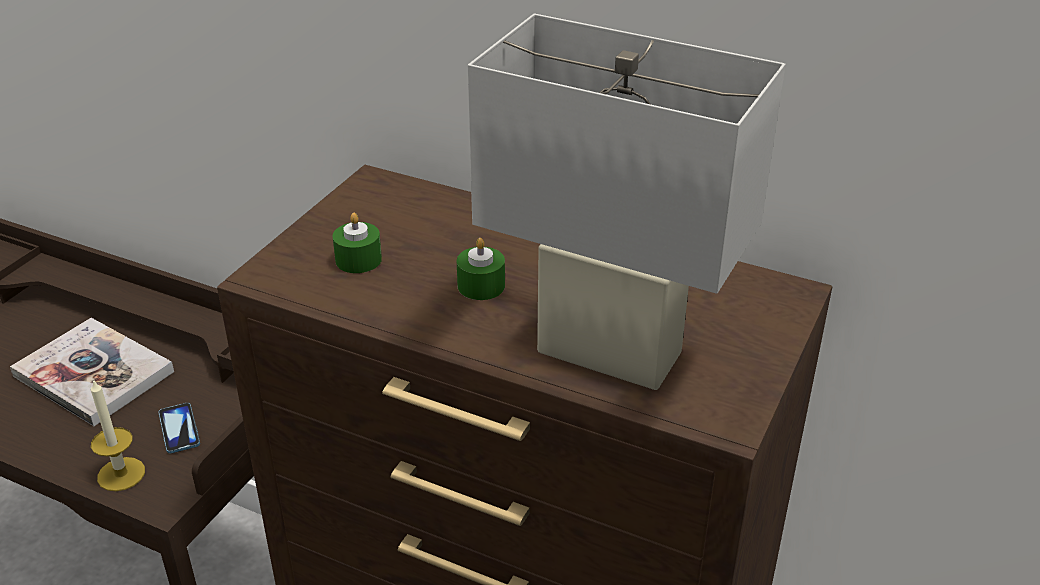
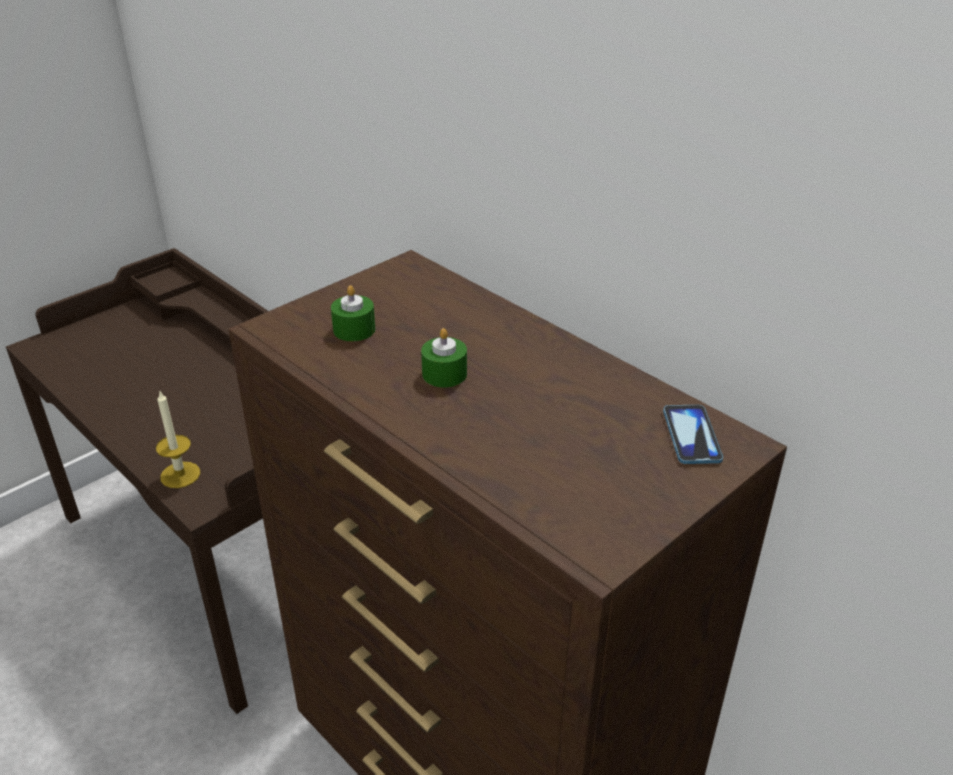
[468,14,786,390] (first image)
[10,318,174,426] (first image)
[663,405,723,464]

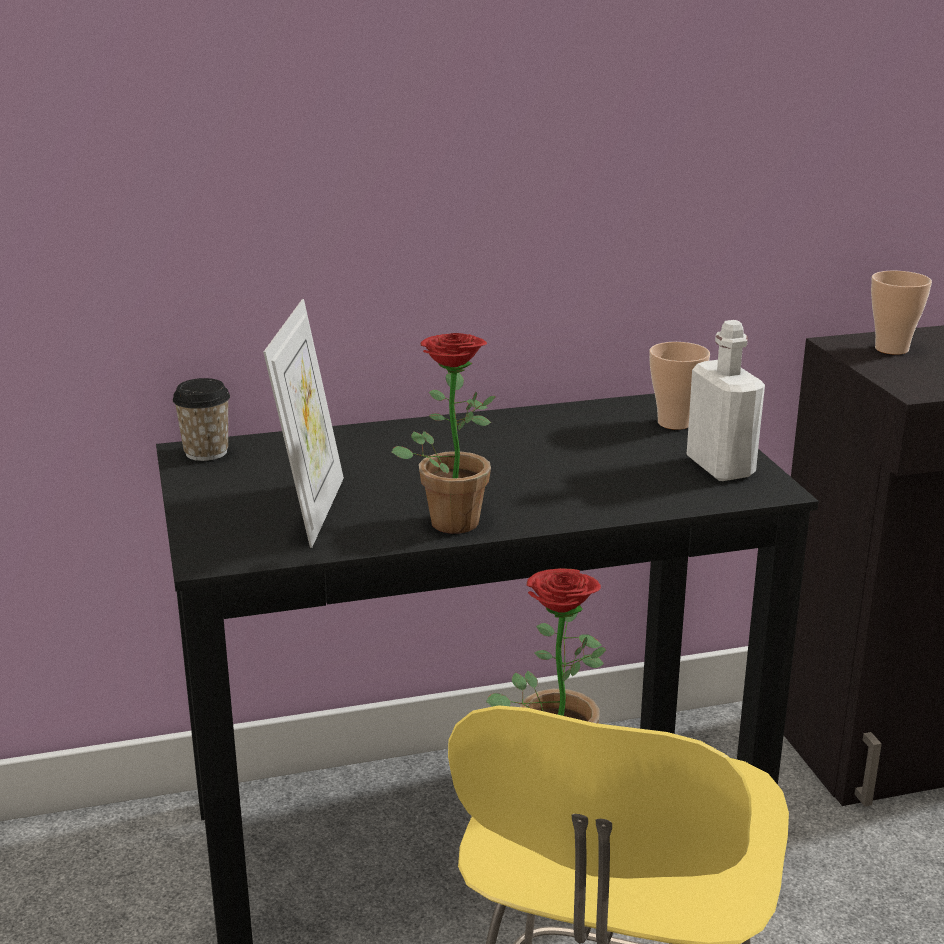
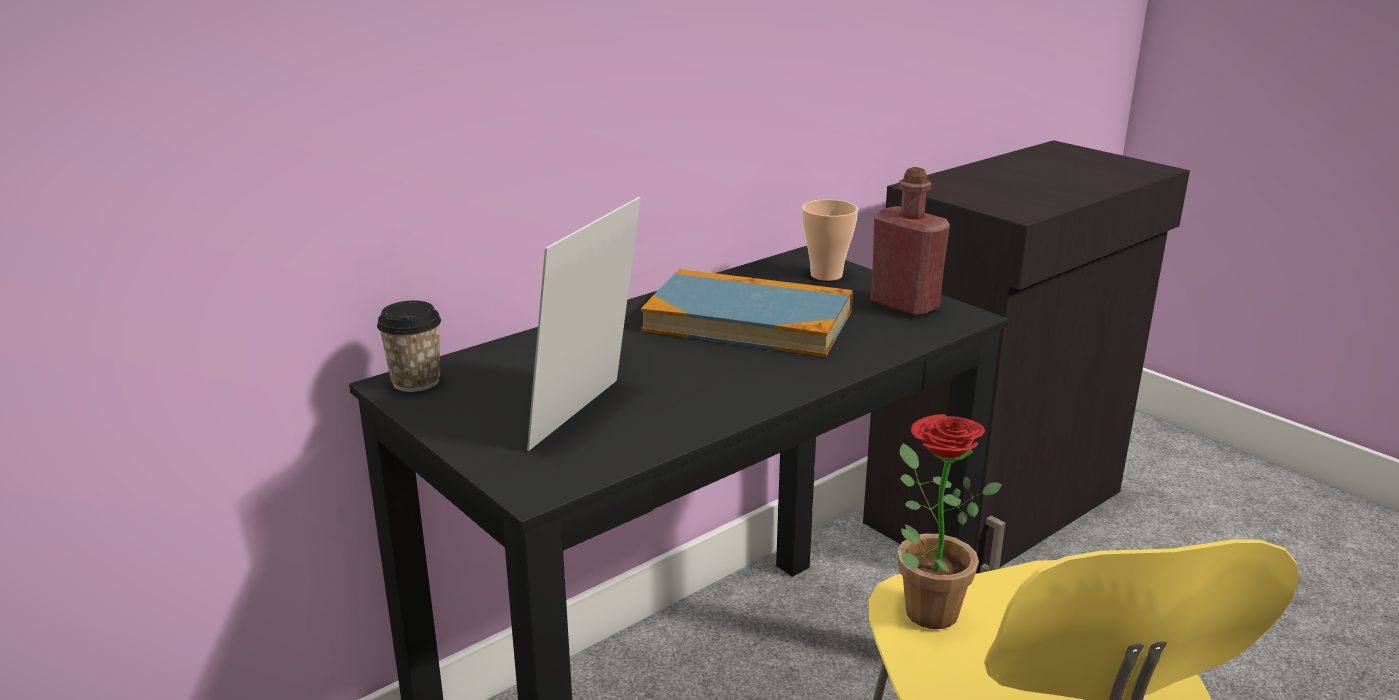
[871,271,932,355] (first image)
[527,197,641,451]
[871,167,950,317]
[392,333,496,534] (first image)
[641,269,853,357]

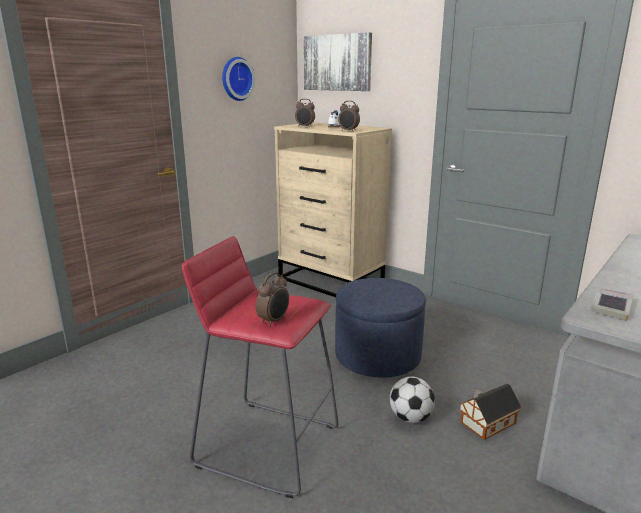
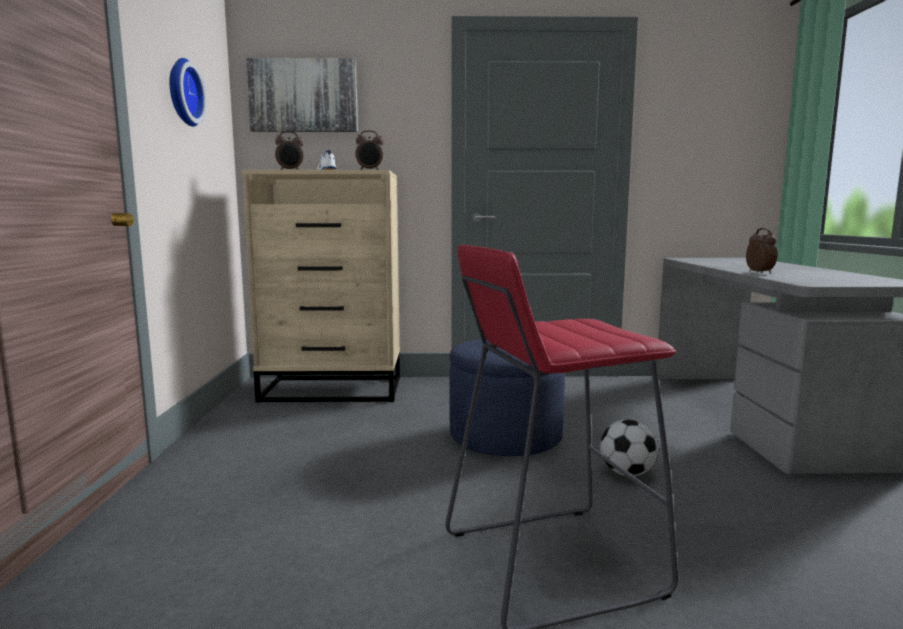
[746,228,778,274]
[590,288,634,321] (first image)
[459,383,522,440] (first image)

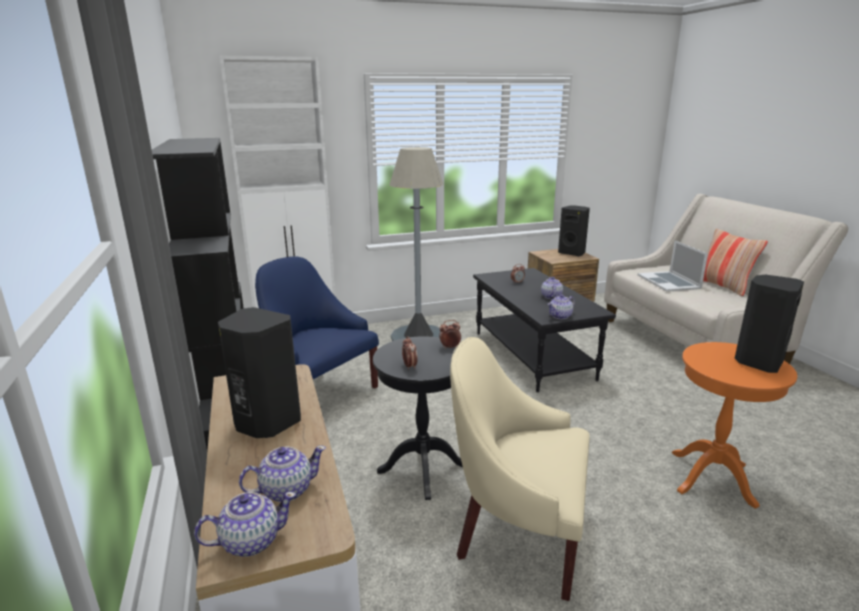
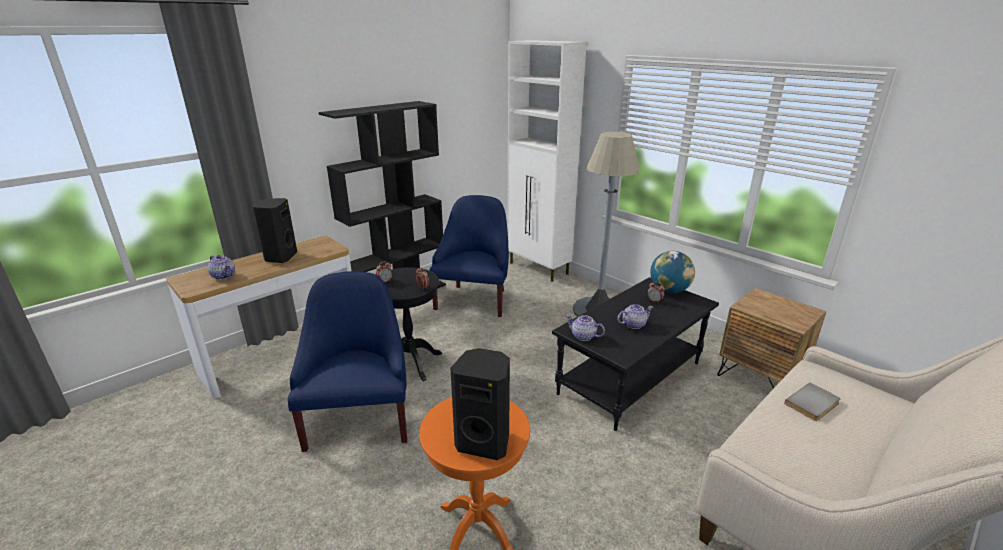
[558,206,590,256] (first image)
[703,229,768,296] (first image)
[784,383,841,421]
[287,271,407,452]
[194,492,296,557] (first image)
[650,251,695,293]

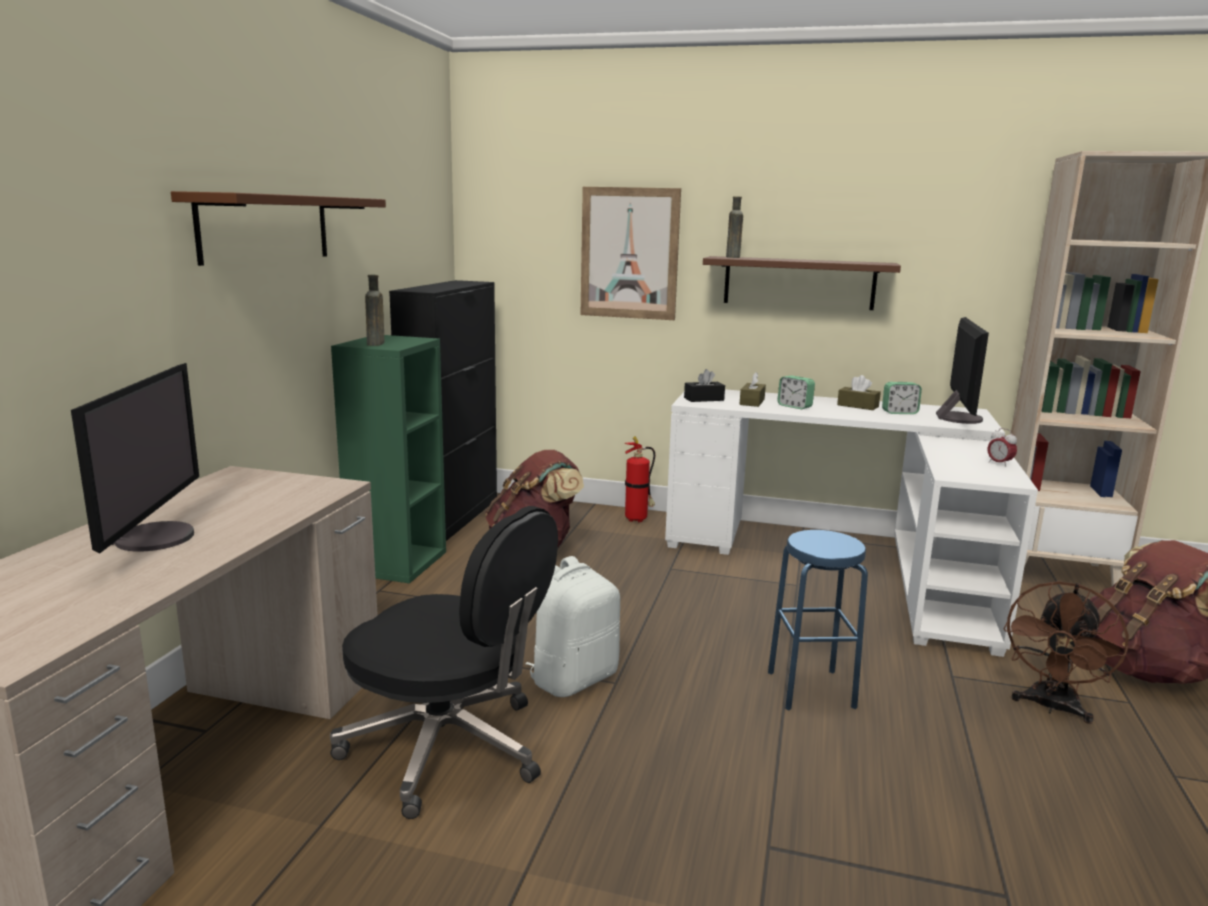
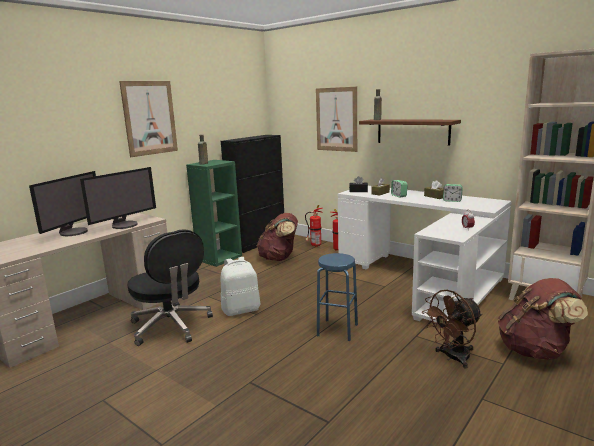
[119,81,178,157]
[80,167,156,229]
[305,205,323,247]

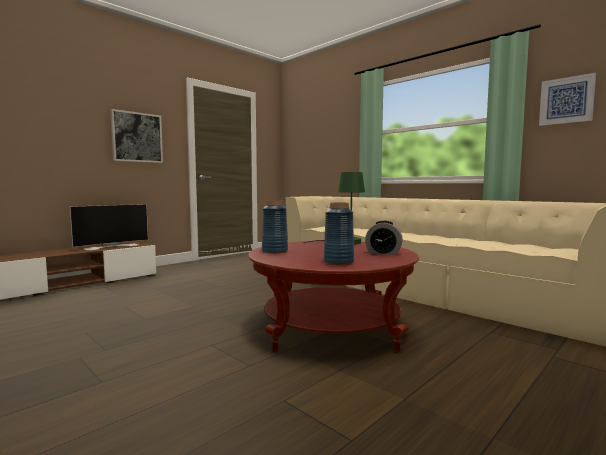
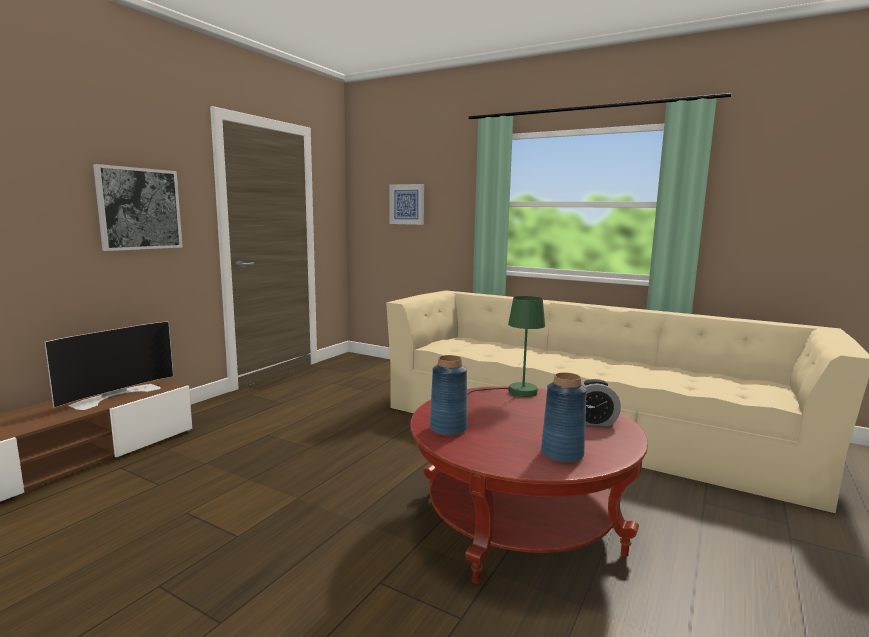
[389,184,424,225]

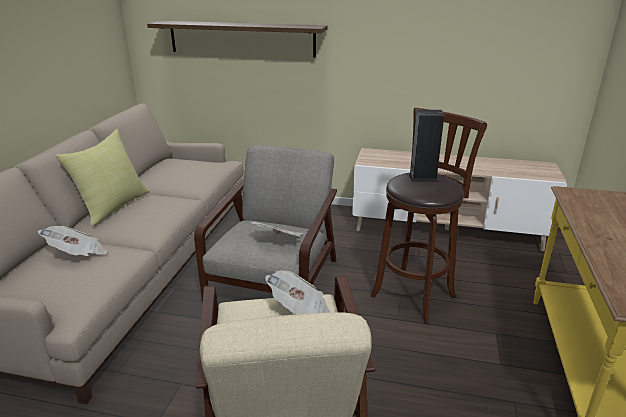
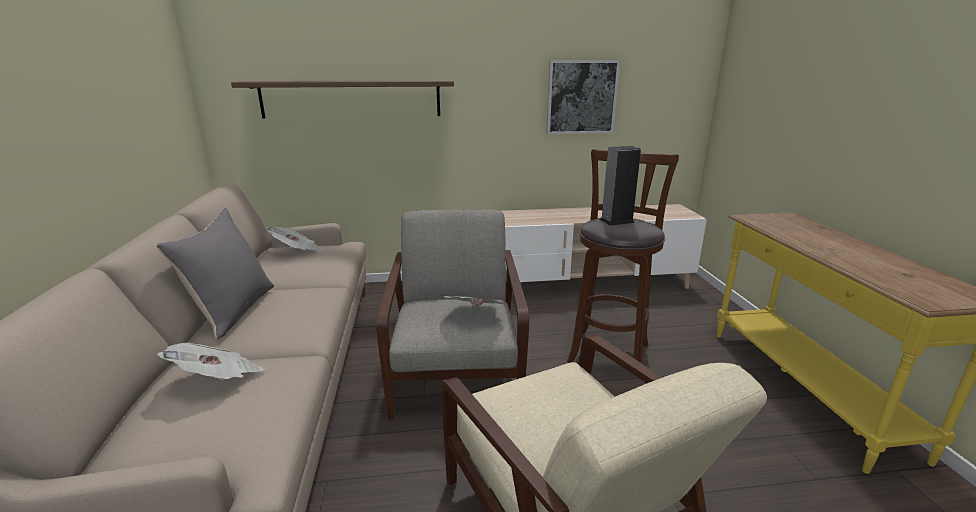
[156,208,274,339]
[265,227,322,252]
[546,60,620,134]

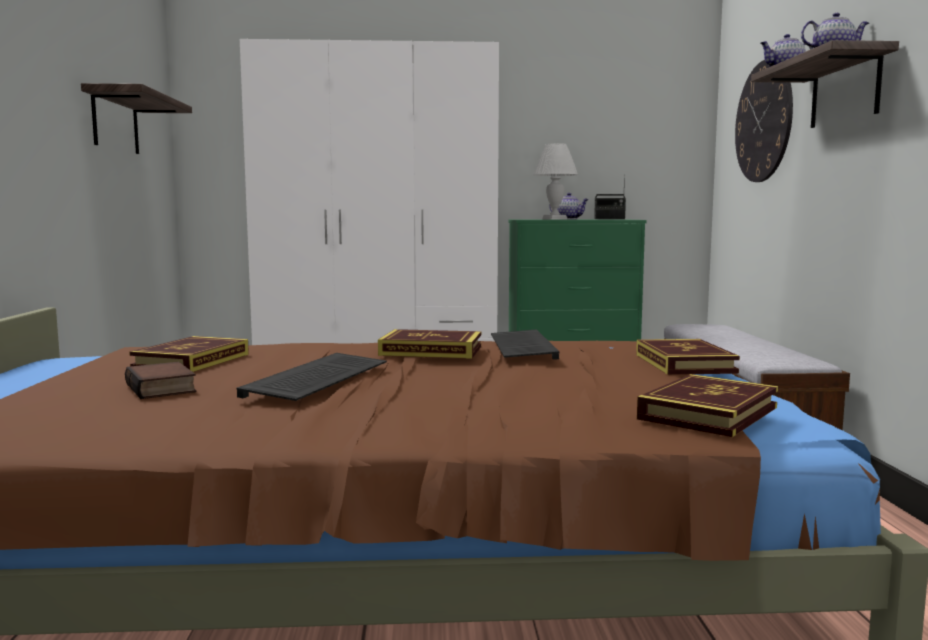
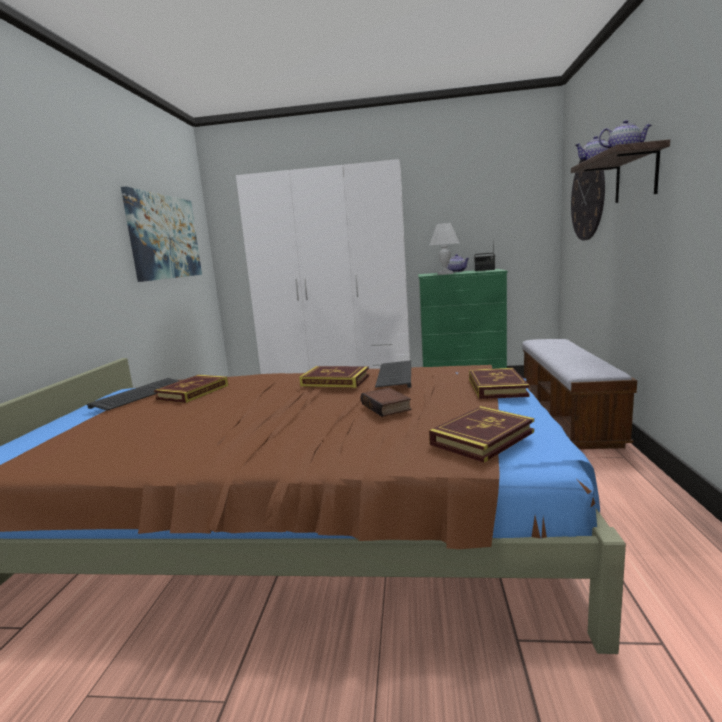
[121,187,202,282]
[87,378,180,411]
[361,388,412,417]

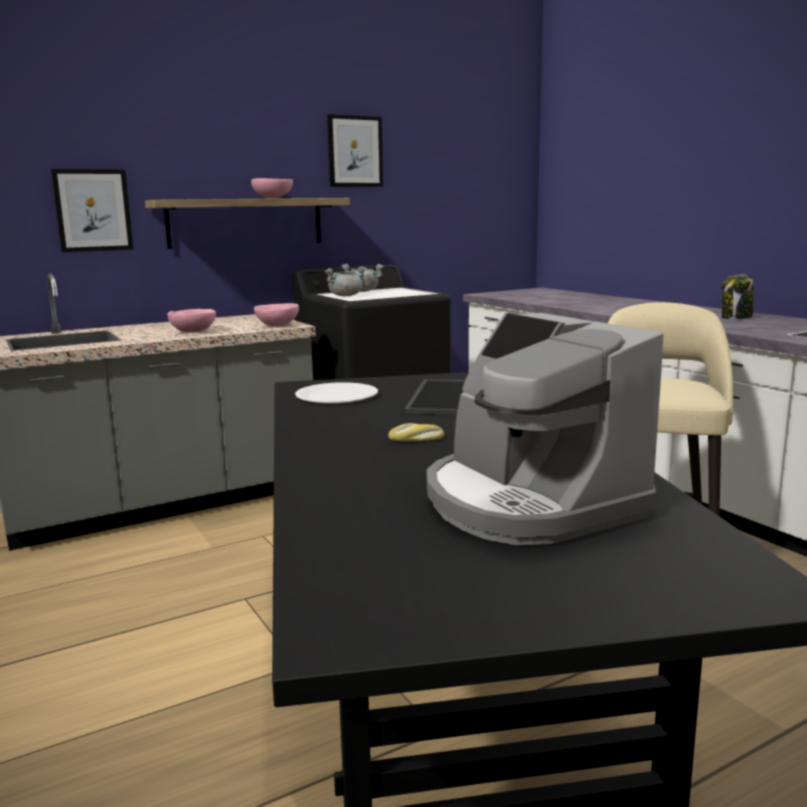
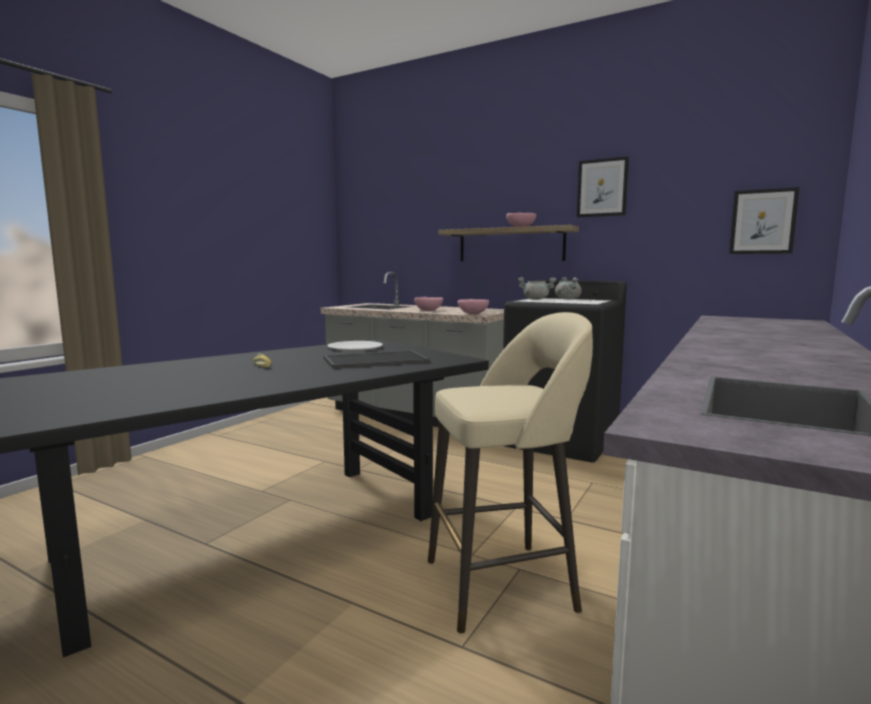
[729,187,800,254]
[722,275,753,320] (first image)
[427,313,663,545] (first image)

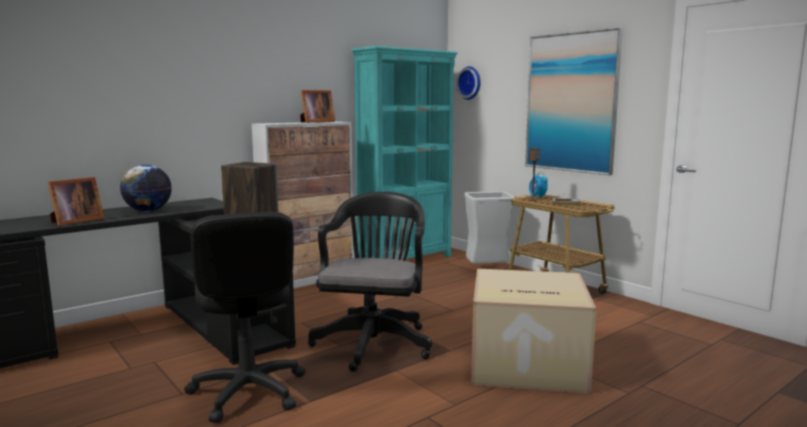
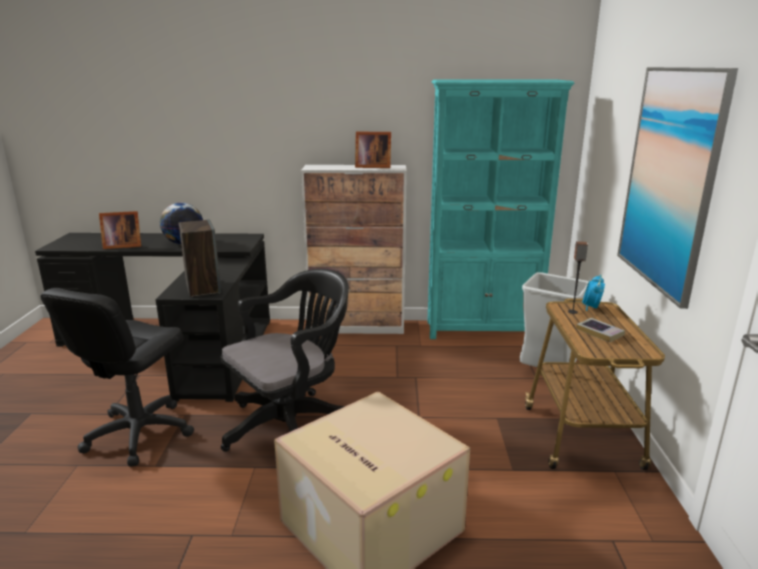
[456,66,481,100] (first image)

